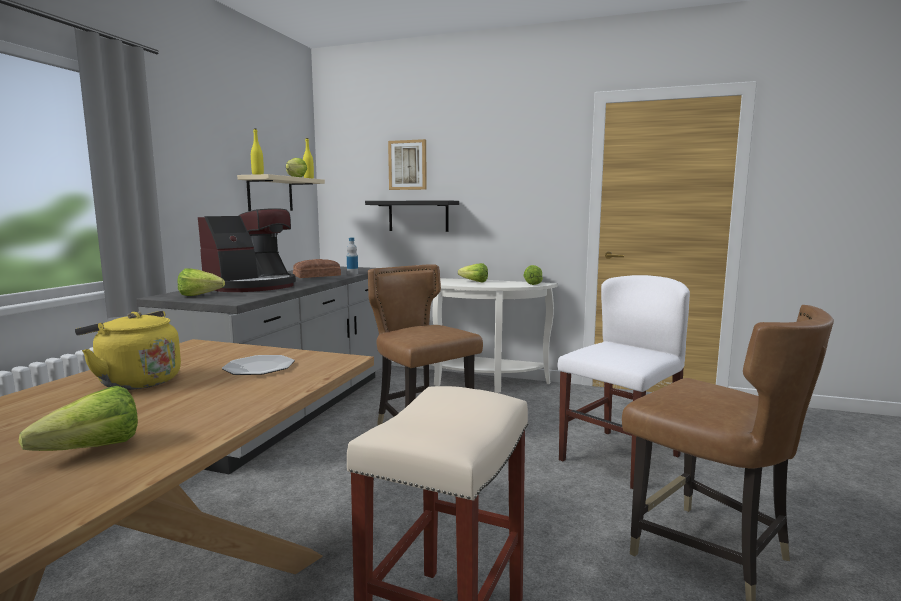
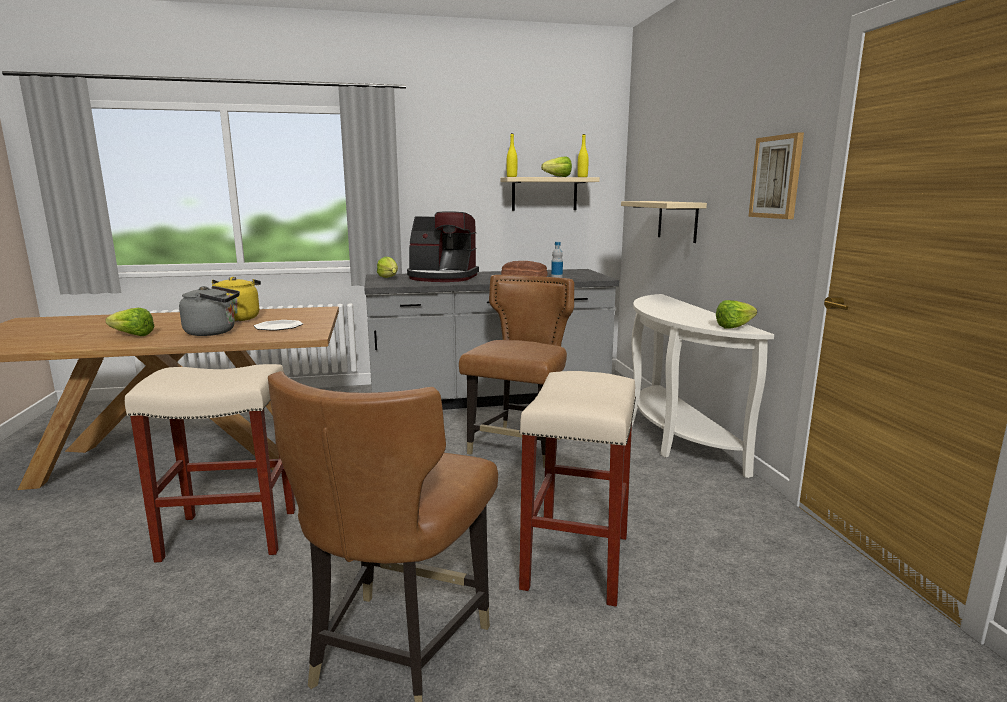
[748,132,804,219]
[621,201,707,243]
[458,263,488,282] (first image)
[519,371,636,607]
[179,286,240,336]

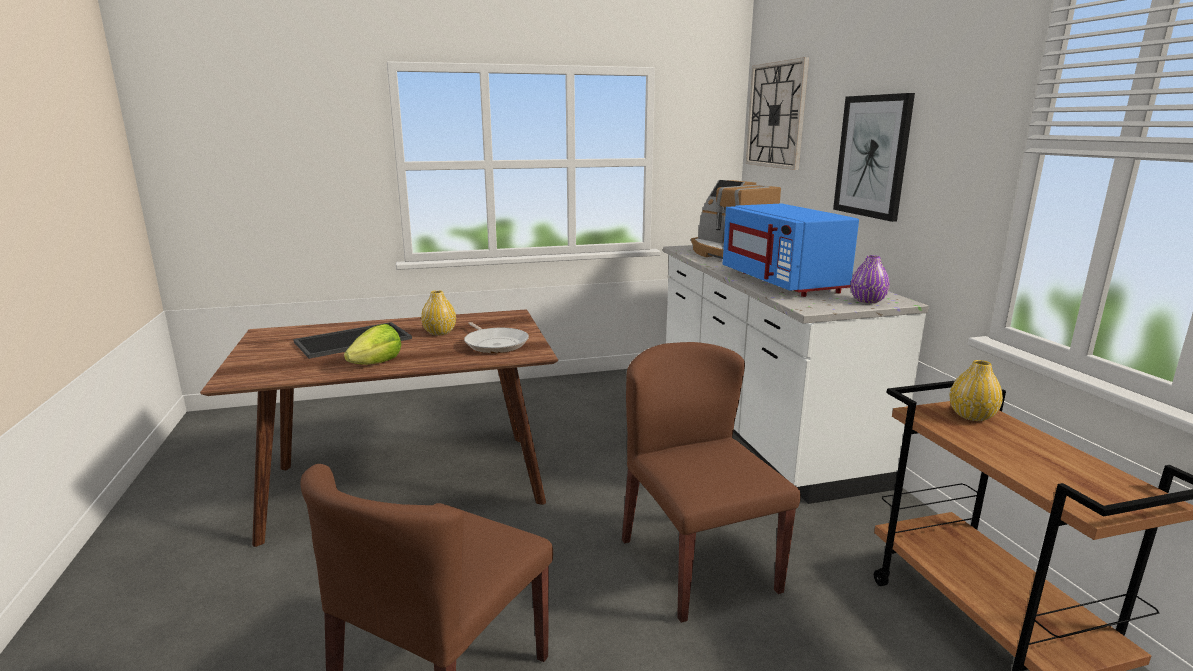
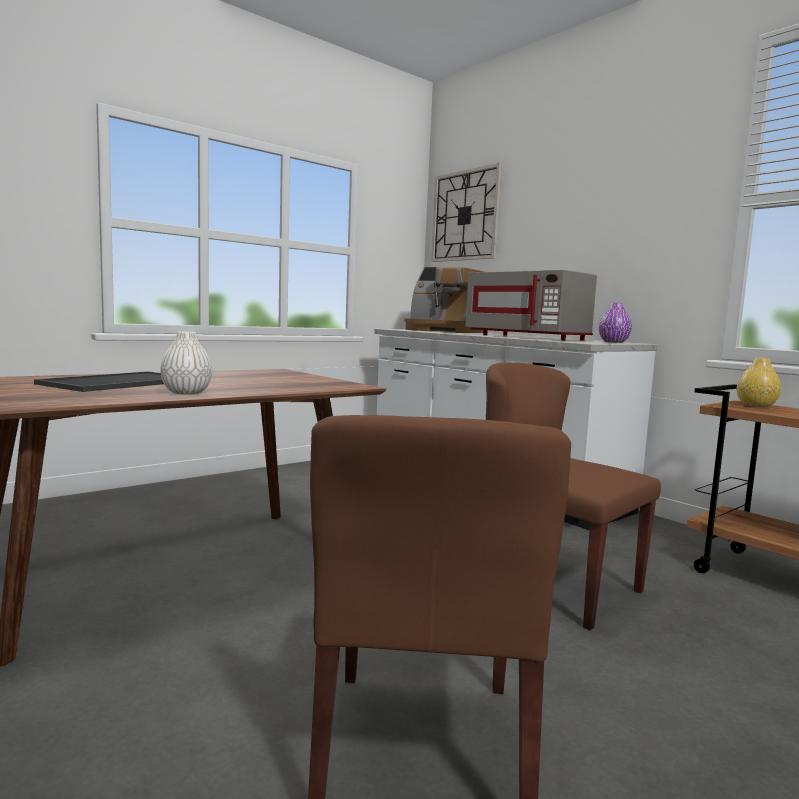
[833,93,915,222] (first image)
[466,270,597,341]
[421,290,456,335] (first image)
[464,322,529,353] (first image)
[160,331,212,395]

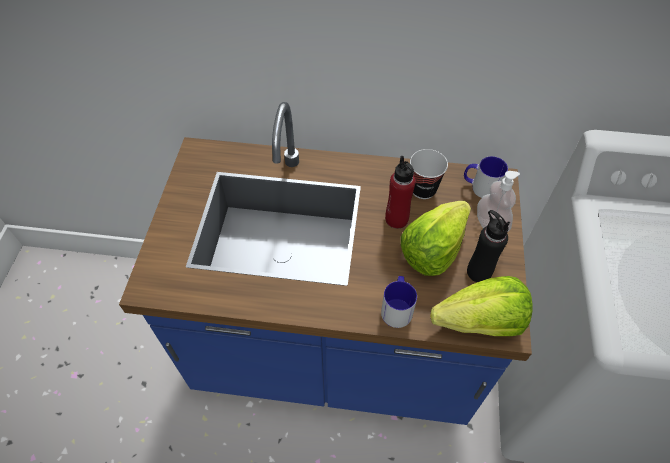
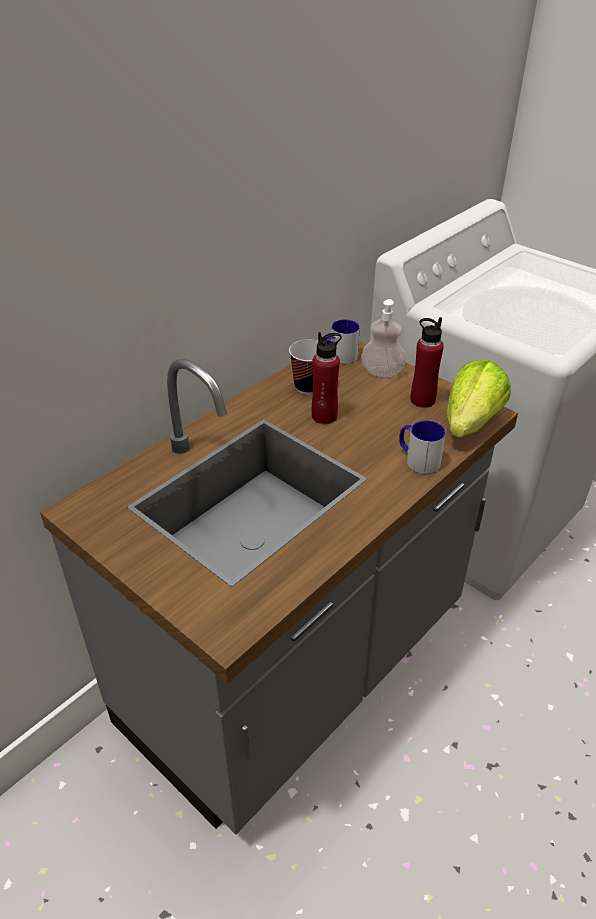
[40,340,518,834]
[401,201,471,276] (first image)
[411,317,444,408]

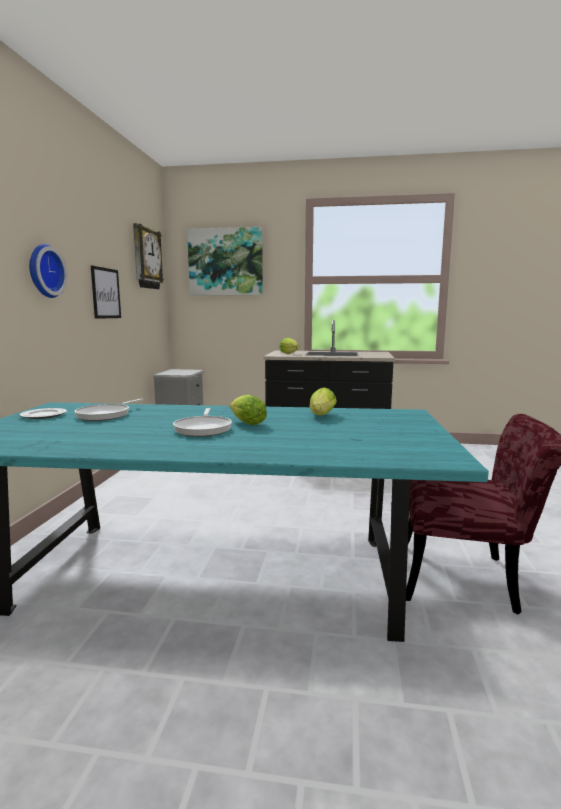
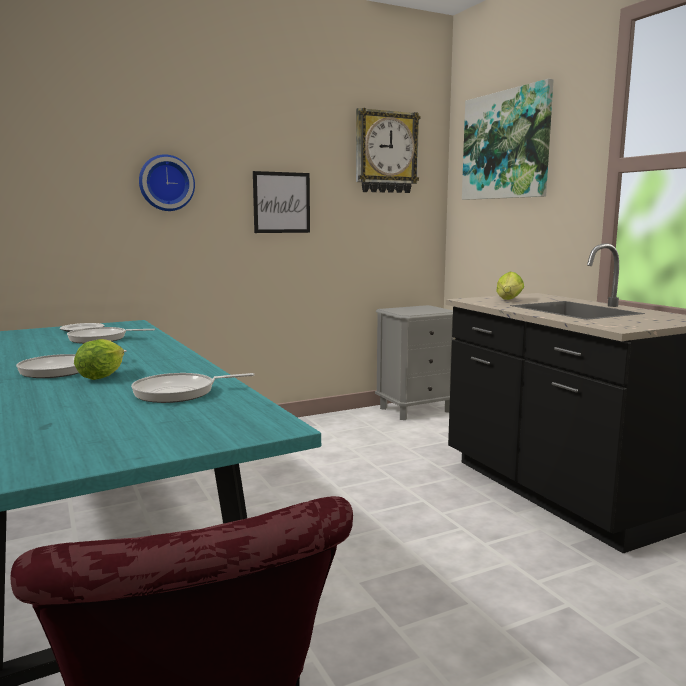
[131,373,255,403]

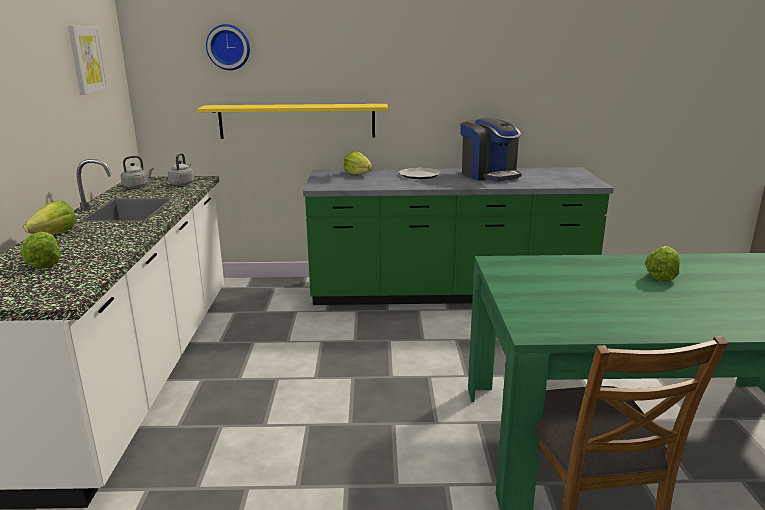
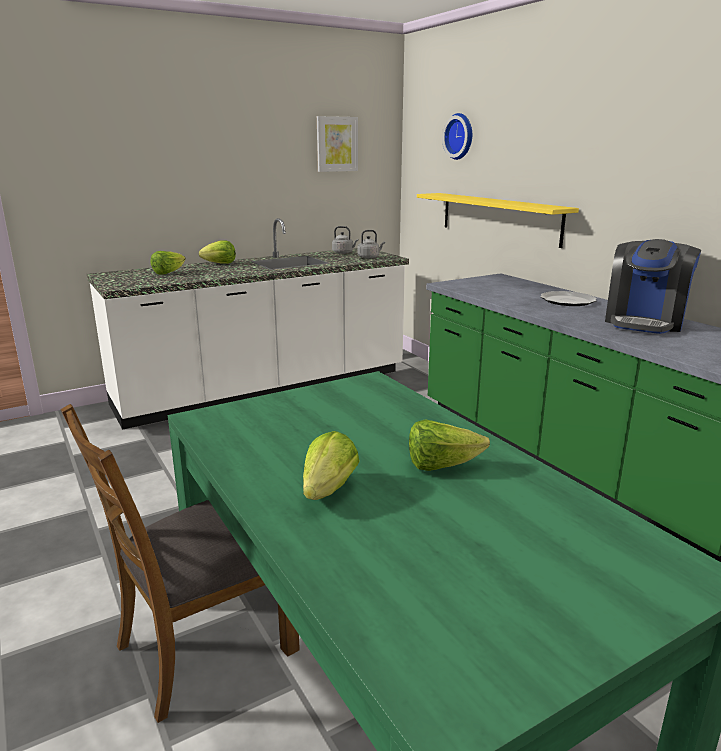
[303,431,359,500]

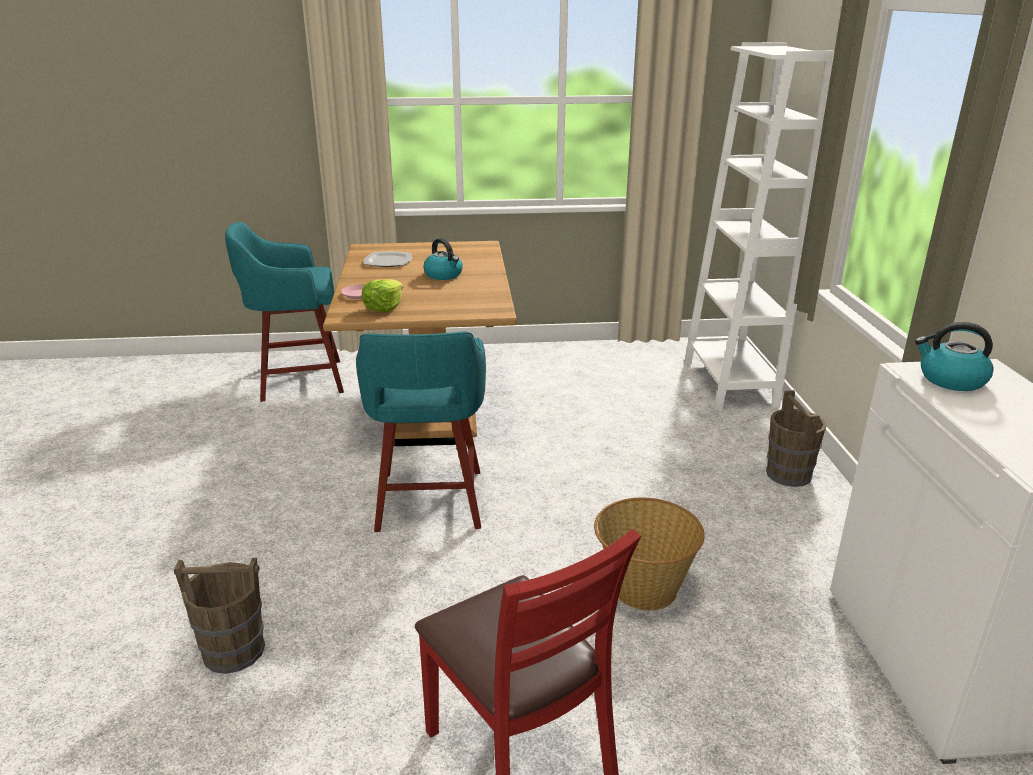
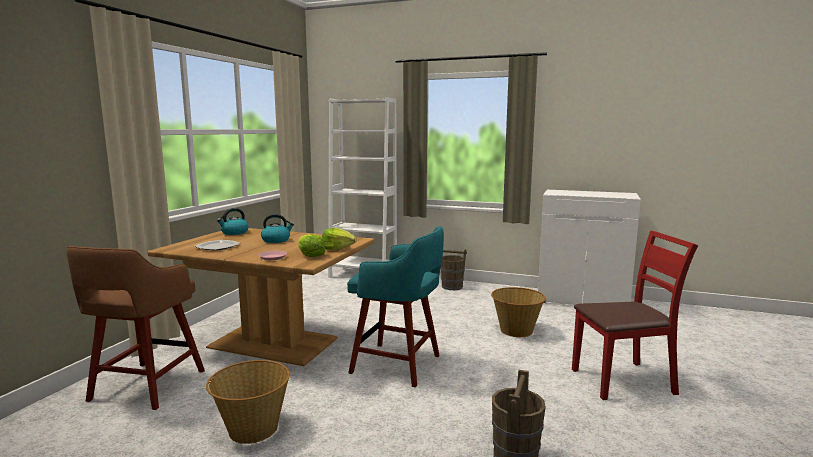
[67,246,205,410]
[217,208,248,235]
[322,228,357,250]
[206,360,290,444]

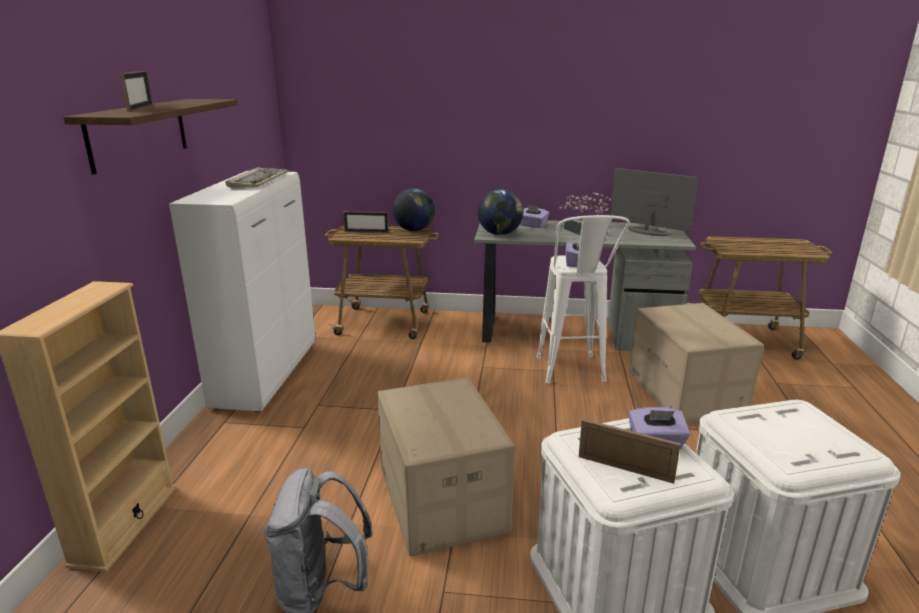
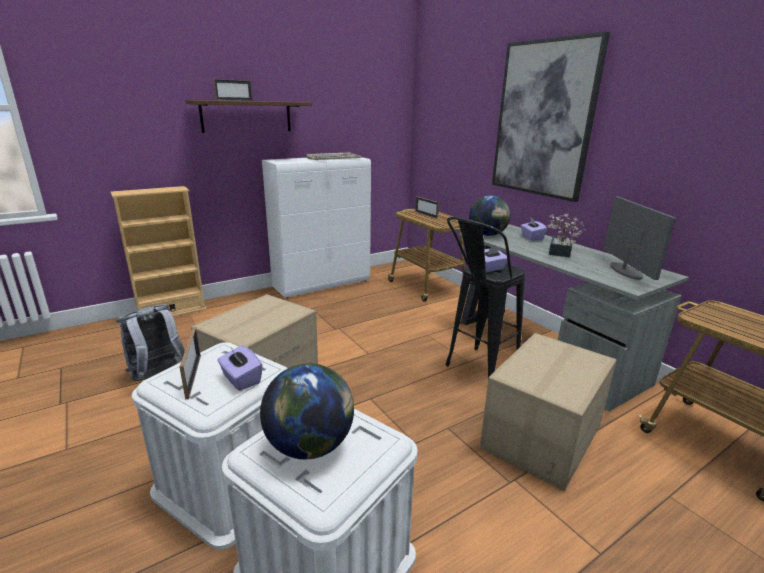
[260,363,354,460]
[445,217,525,378]
[492,31,610,202]

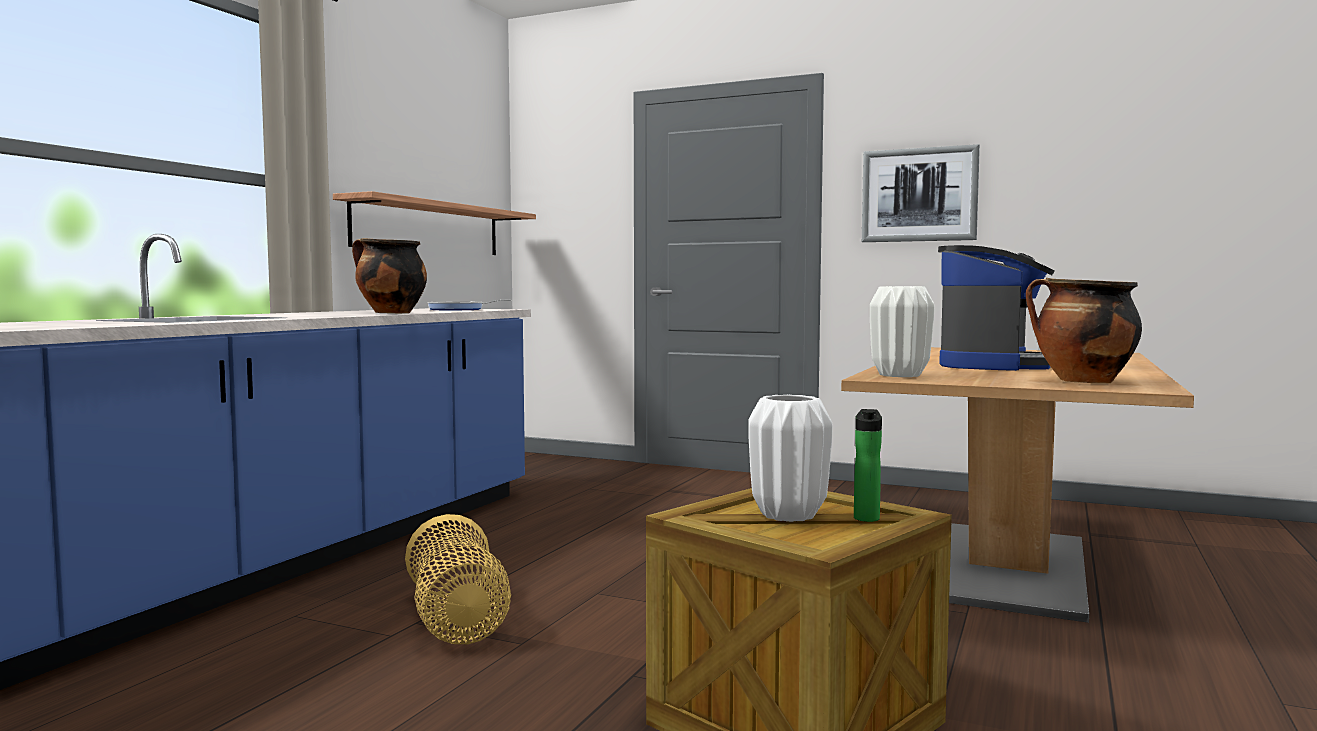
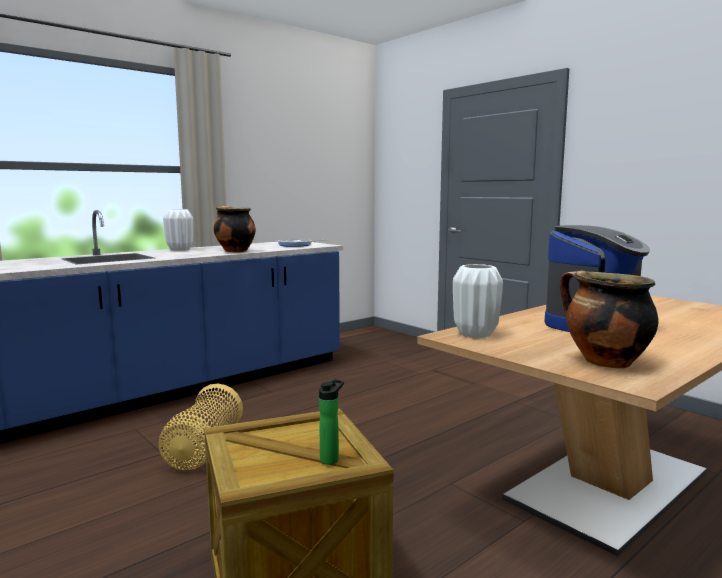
[862,144,980,242] (first image)
[333,191,536,255] (first image)
[163,209,193,251]

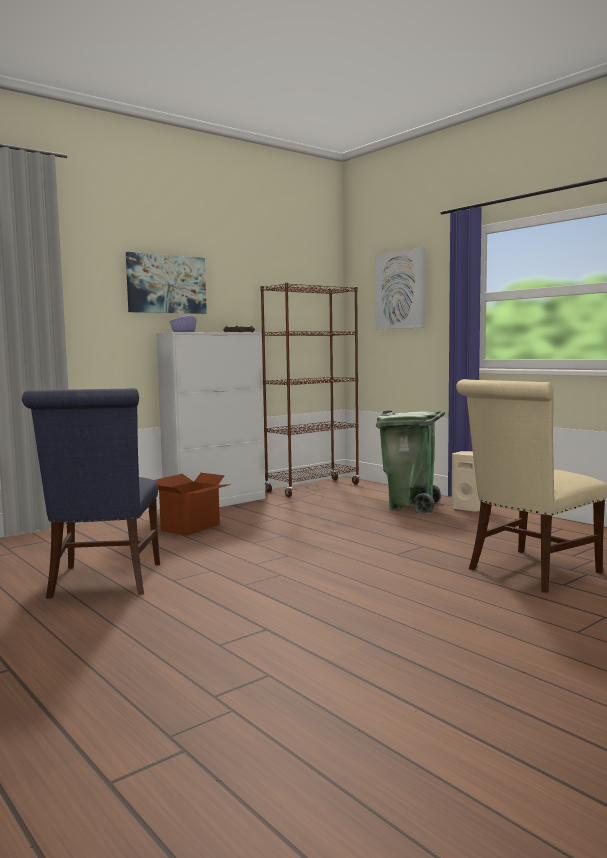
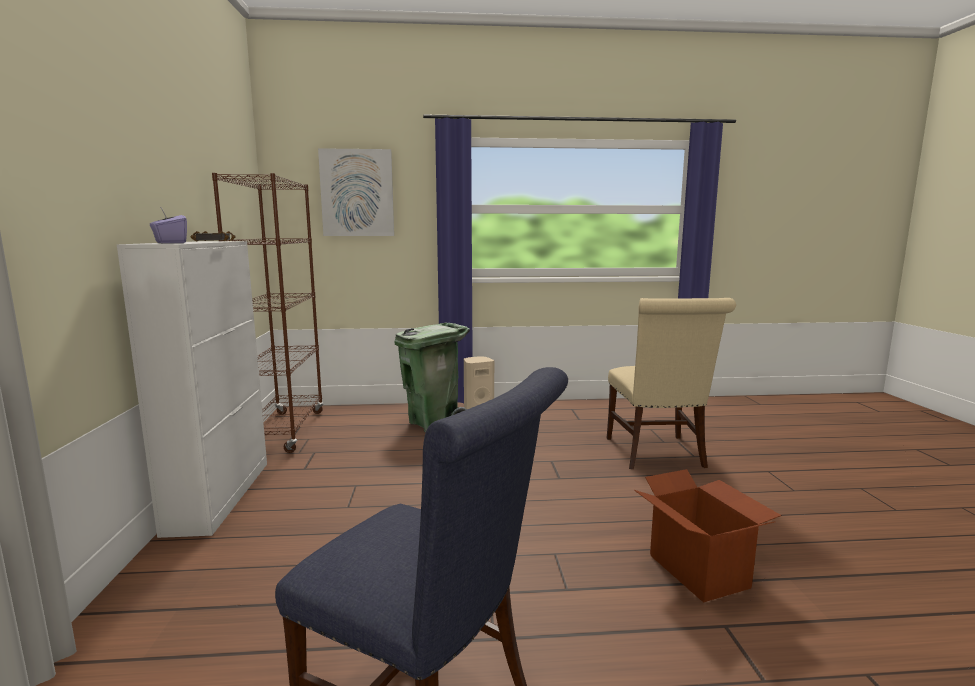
[126,252,207,314] (first image)
[634,469,781,603]

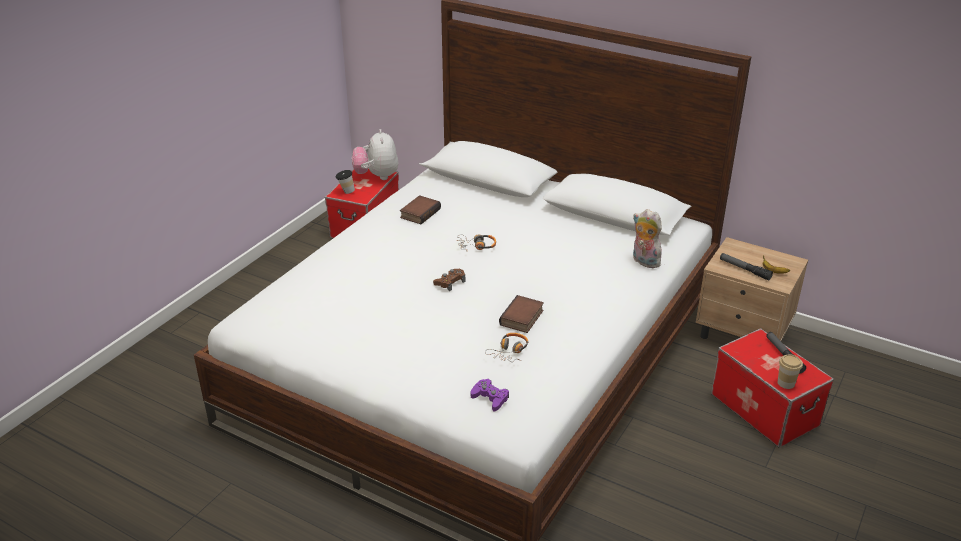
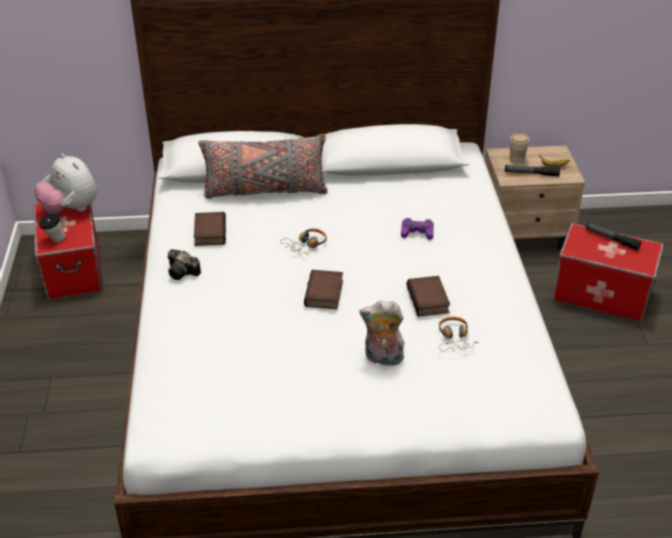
[359,300,404,366]
[304,270,343,309]
[510,133,530,164]
[401,218,434,240]
[198,134,328,199]
[167,249,201,280]

